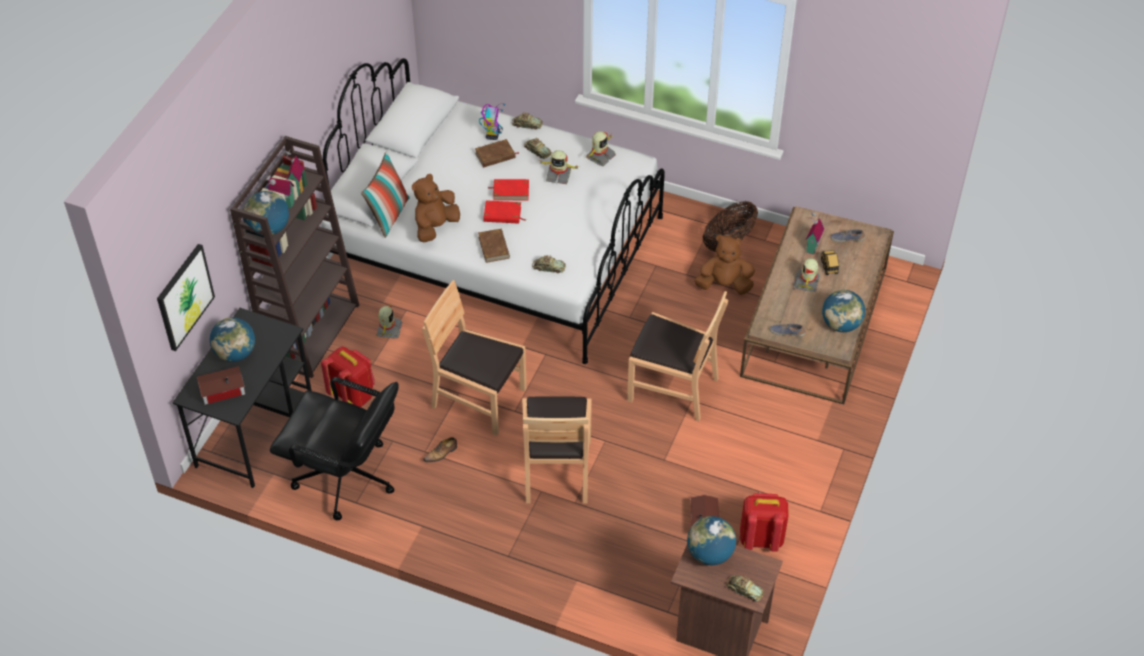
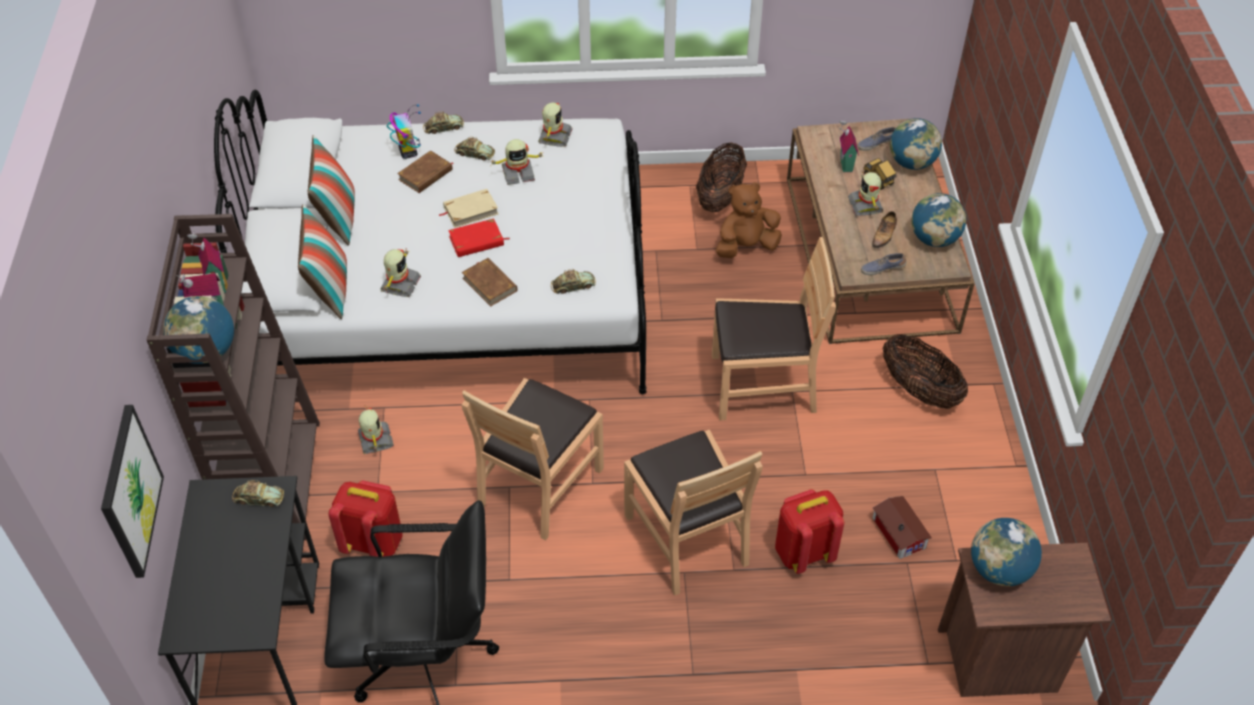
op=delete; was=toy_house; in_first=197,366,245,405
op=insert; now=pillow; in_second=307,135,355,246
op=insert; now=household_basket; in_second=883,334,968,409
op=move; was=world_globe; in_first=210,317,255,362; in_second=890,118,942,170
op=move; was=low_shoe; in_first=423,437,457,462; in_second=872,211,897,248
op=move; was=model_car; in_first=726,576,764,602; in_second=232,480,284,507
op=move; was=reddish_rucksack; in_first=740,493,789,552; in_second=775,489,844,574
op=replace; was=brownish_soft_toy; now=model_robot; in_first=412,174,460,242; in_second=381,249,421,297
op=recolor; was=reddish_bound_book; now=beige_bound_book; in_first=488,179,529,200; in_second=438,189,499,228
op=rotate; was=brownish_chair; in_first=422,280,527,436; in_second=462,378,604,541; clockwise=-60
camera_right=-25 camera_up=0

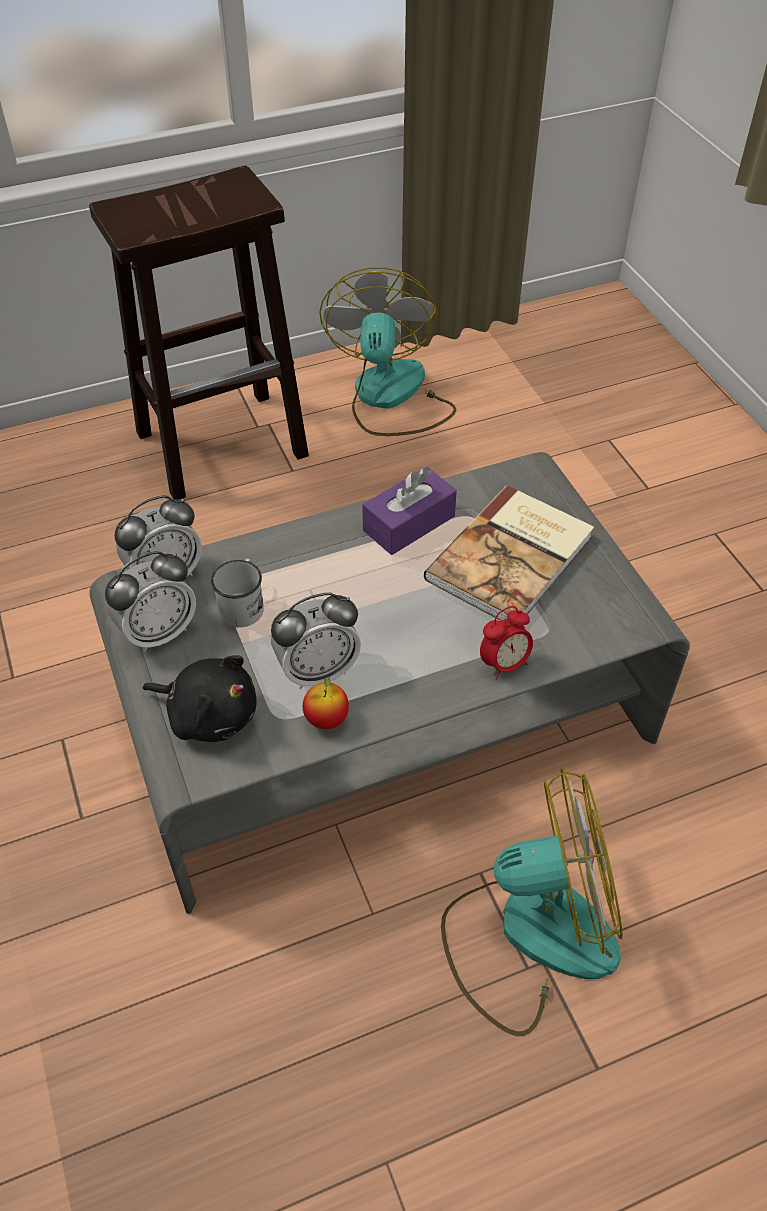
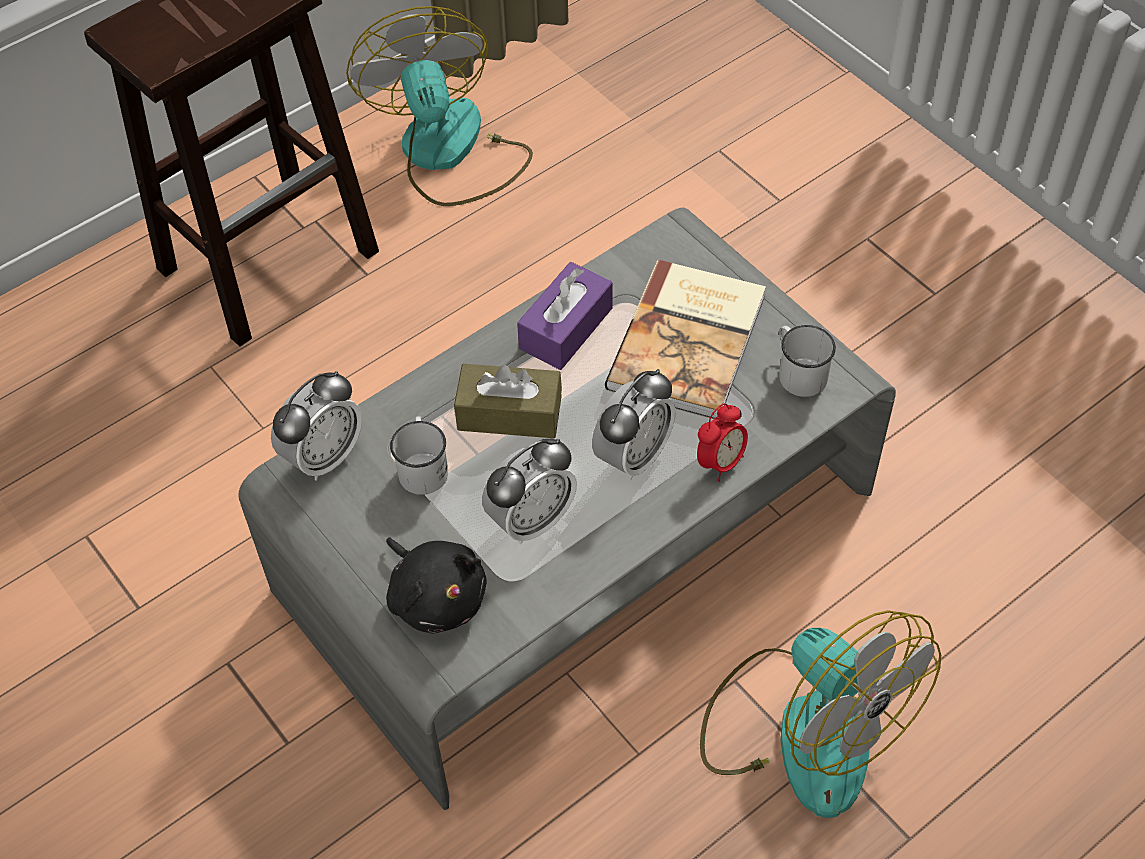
op=delete; was=apple_fruit; in_first=303,678,349,729
op=insert; now=brownish_tissue_box; in_second=454,364,562,438
op=insert; now=whitish_tea_mug; in_second=779,325,836,397
op=move; was=table_clock; in_first=105,551,196,652; in_second=592,369,676,481
op=rotate; was=black_soft_toy; in_first=143,656,257,742; in_second=386,538,487,634; clockwise=45
op=rotate; was=cooling_fan; in_first=441,768,623,1036; in_second=700,610,941,818; clockwise=75
camera_right=-15 camera_up=5

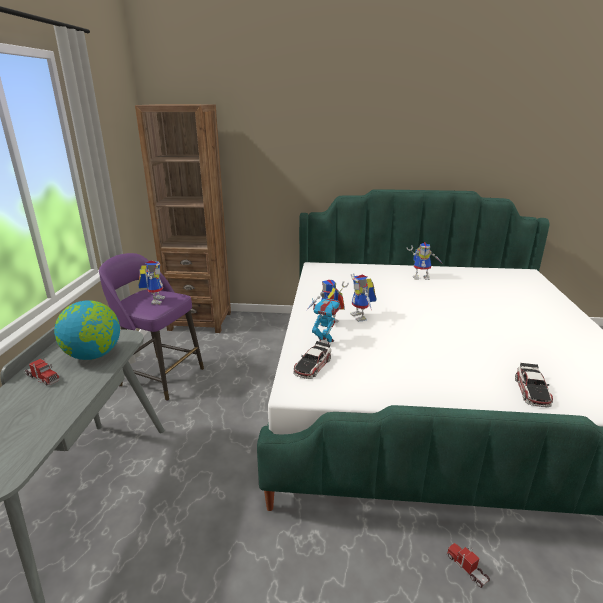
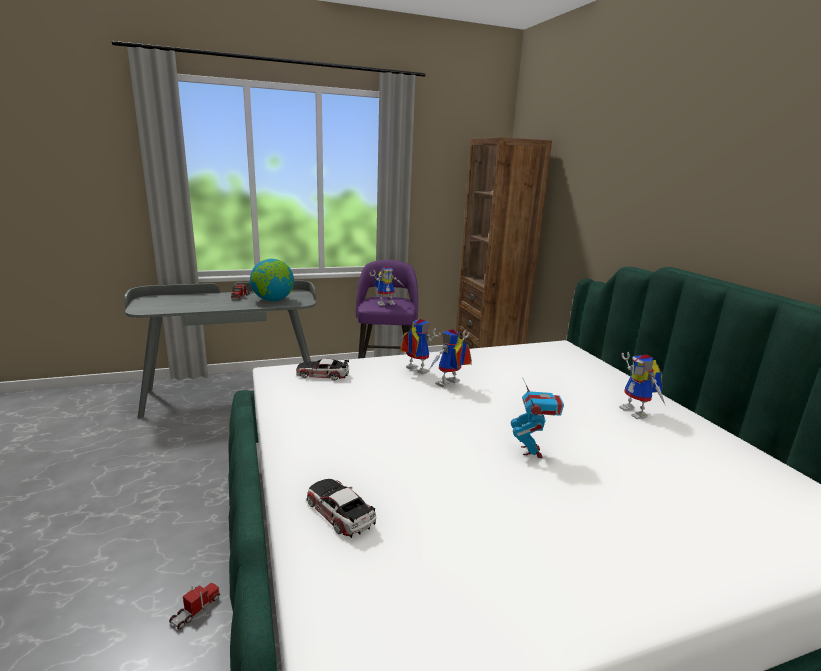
op=move; was=model_robot; in_first=312,298,341,344; in_second=511,379,564,458
op=rotate; was=model_car; in_first=515,363,553,408; in_second=306,479,376,538; clockwise=60
camera_right=65 camera_up=-5

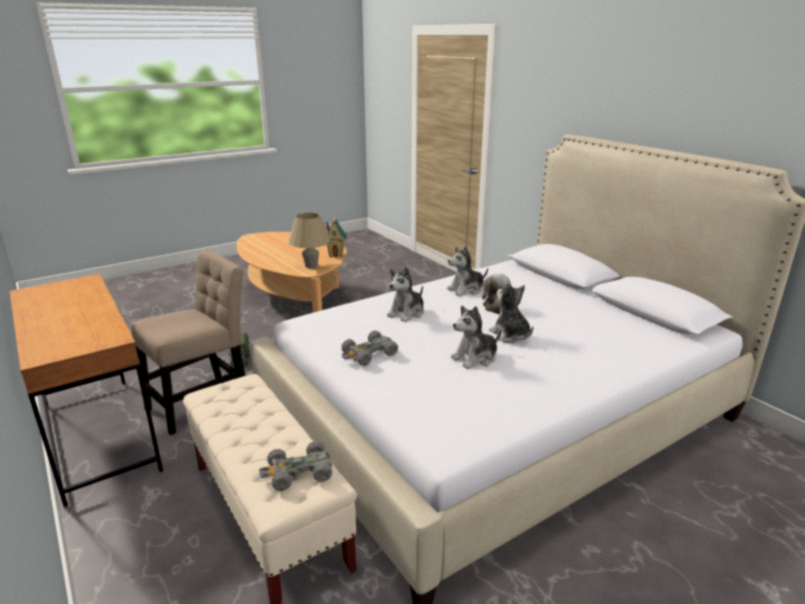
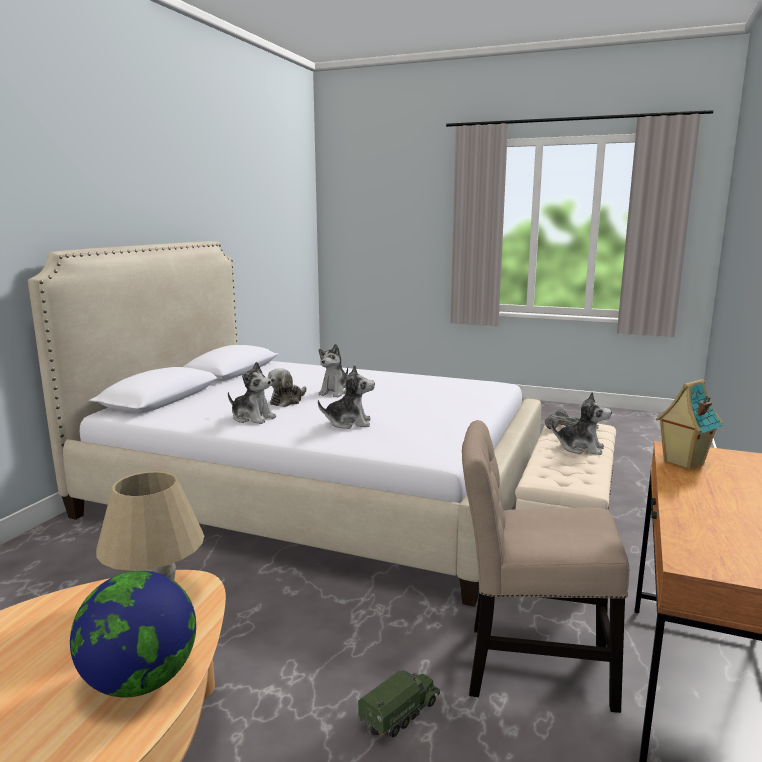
op=delete; was=greyish_model_car; in_first=341,330,398,366
op=insert; now=world_globe; in_second=70,571,196,697
op=move; was=toy_house; in_first=326,217,347,257; in_second=656,379,723,469
op=move; was=soft_toy; in_first=451,305,502,369; in_second=551,392,612,455
camera_right=-125 camera_up=-10

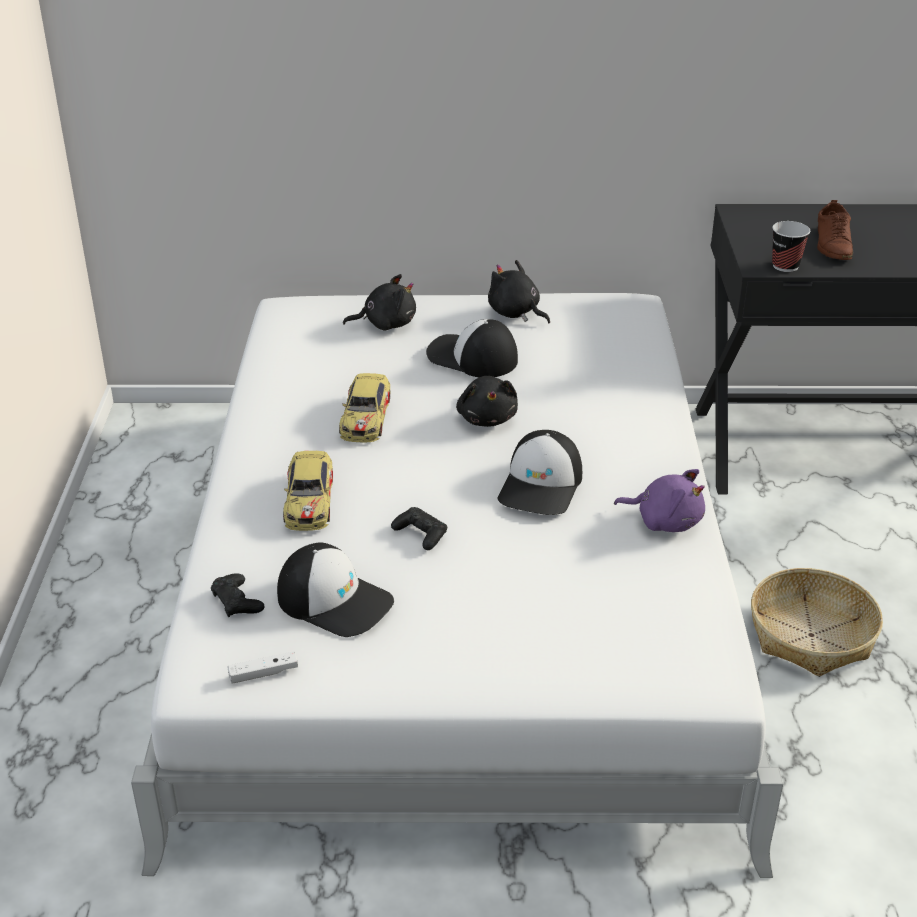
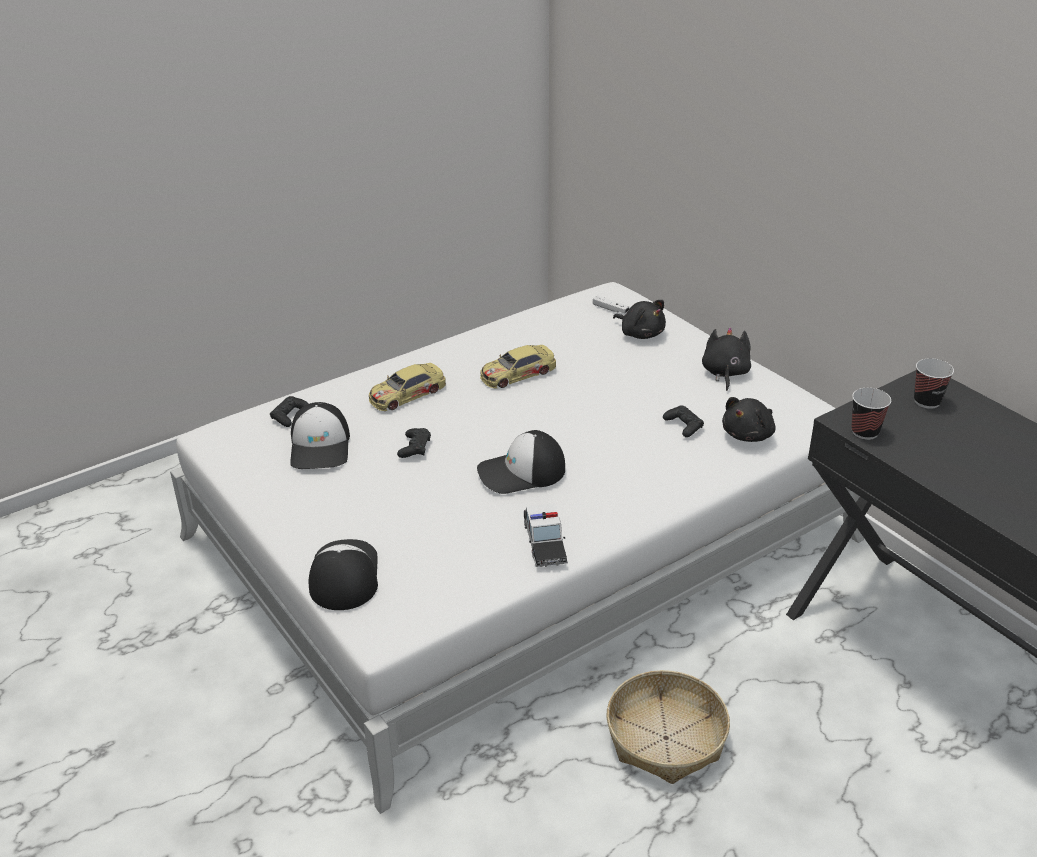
op=delete; was=brownish_low_shoe; in_first=817,200,853,260
op=insert; now=black_game_controller; in_second=663,405,704,437
op=insert; now=drinking_cup; in_second=914,358,954,409
op=move; was=whitish_game_controller; in_first=228,651,298,684; in_second=593,295,629,313
op=move; was=peaked_cap; in_first=426,319,518,377; in_second=309,539,378,610
op=move; was=black_soft_toy; in_first=456,376,518,427; in_second=722,397,776,442
op=replace; was=purple-coloured_soft_toy; now=model_car; in_first=614,469,705,532; in_second=524,503,568,567
camera_right=55 camera_up=0

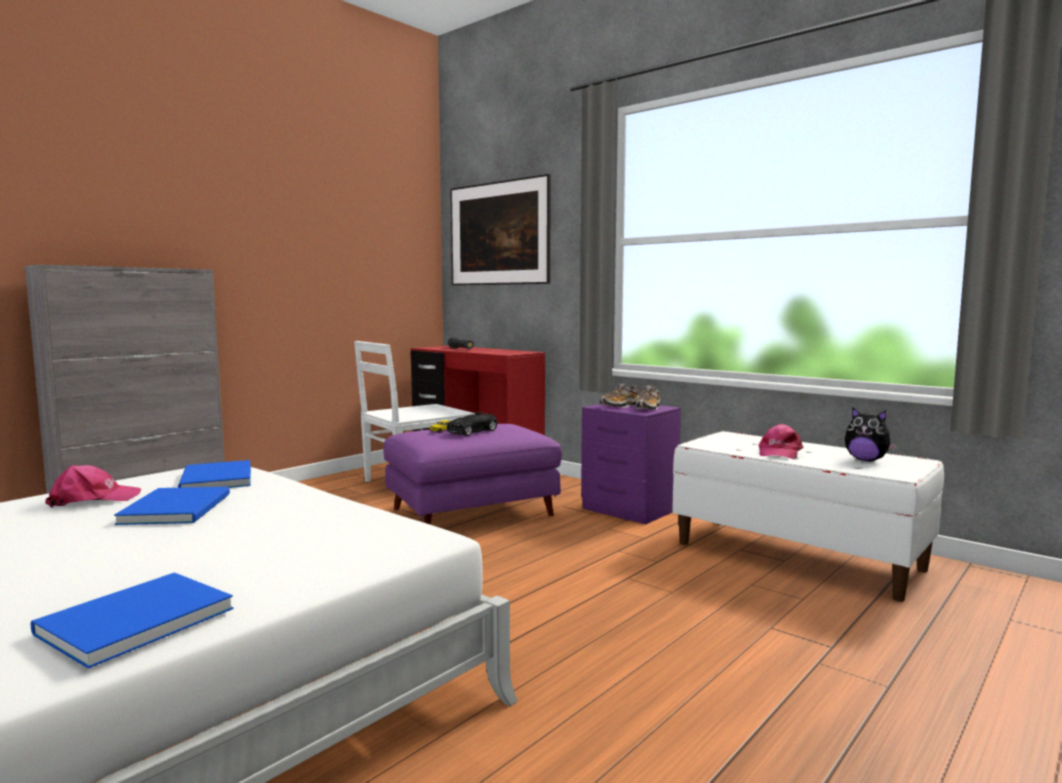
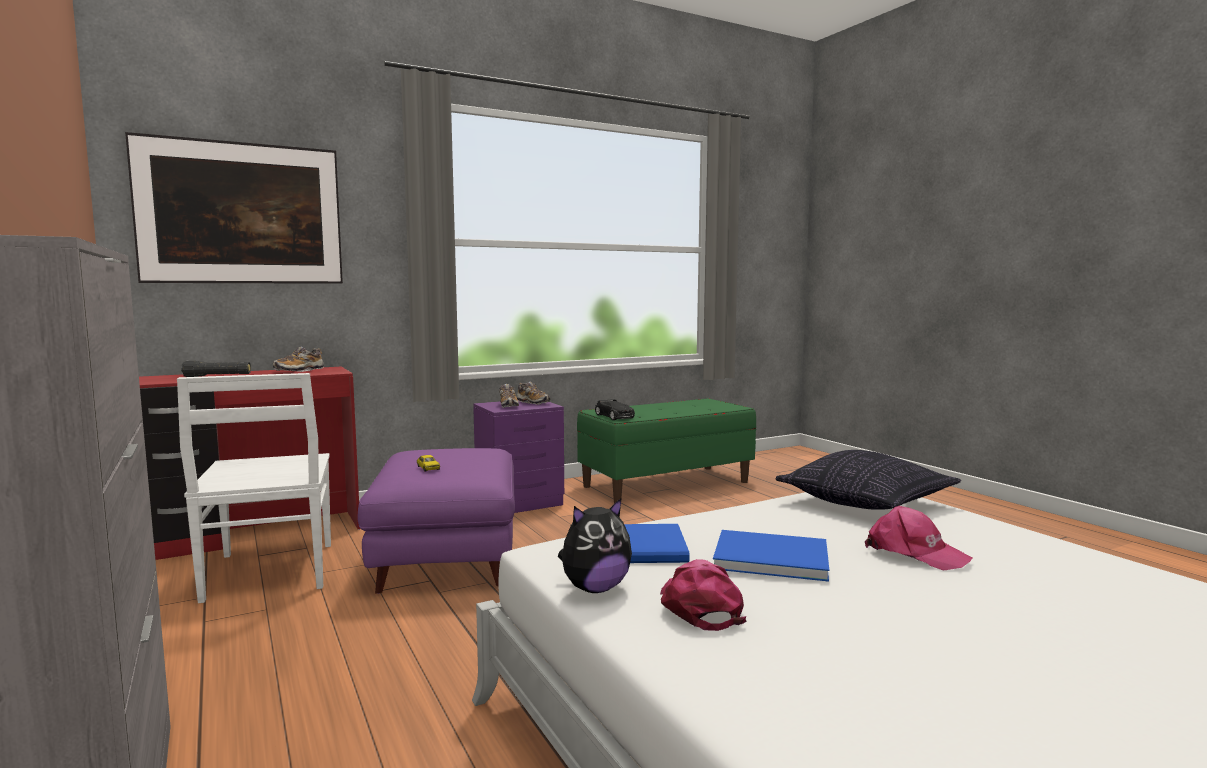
op=delete; was=blue_bound_book; in_first=30,572,233,669
op=insert; now=low_shoe; in_second=273,346,323,372
op=insert; now=pillow; in_second=775,450,961,510
op=move; was=black_model_car; in_first=447,412,497,436; in_second=595,399,635,420
op=move; was=pink-coloured_peaked_cap; in_first=759,424,804,459; in_second=865,506,972,571
op=move; was=soft_toy; in_first=845,407,897,461; in_second=558,498,632,593
op=recolor; was=whitish_bench; now=green_bench; in_first=672,431,944,602; in_second=577,398,756,503
camera_right=-70 camera_up=0

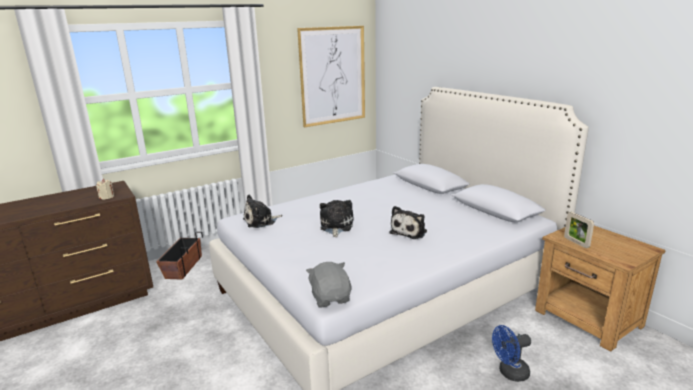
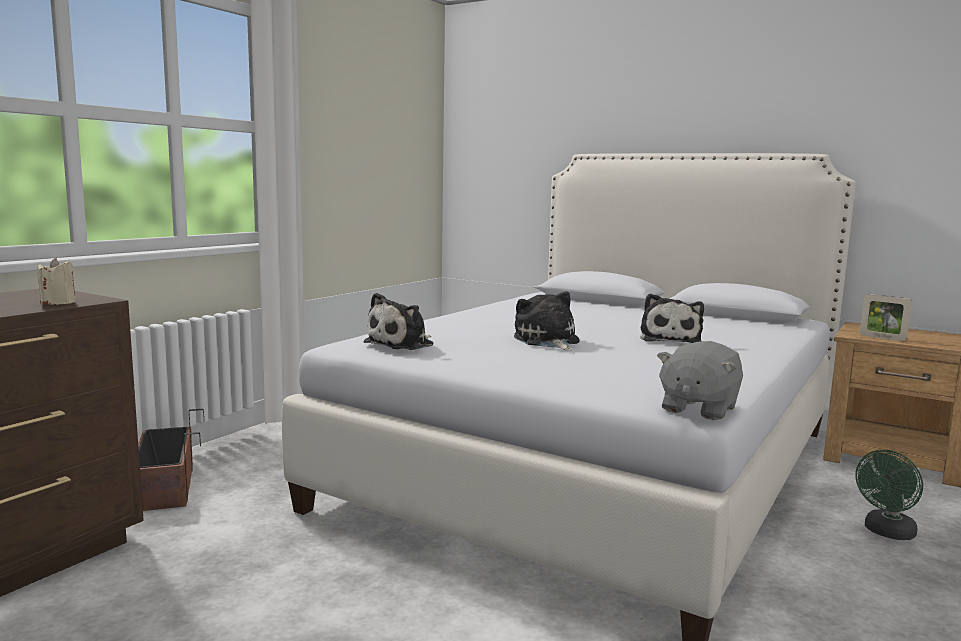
op=delete; was=picture; in_first=297,26,365,127
op=recolor; was=blue_cooling_fan; now=green_cooling_fan; in_first=492,325,531,382; in_second=855,450,923,540
op=rotate; was=greyish_soft_toy; in_first=306,262,351,307; in_second=657,341,743,420; clockwise=-105
camera_right=-25 camera_up=-10

